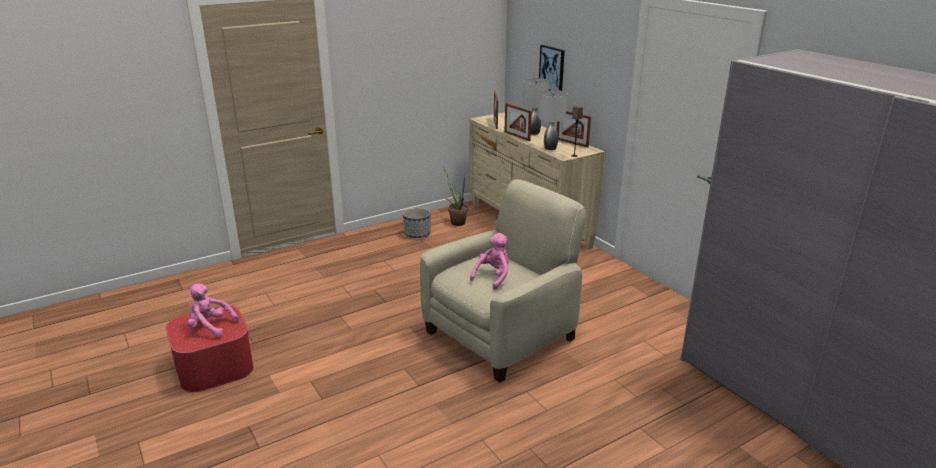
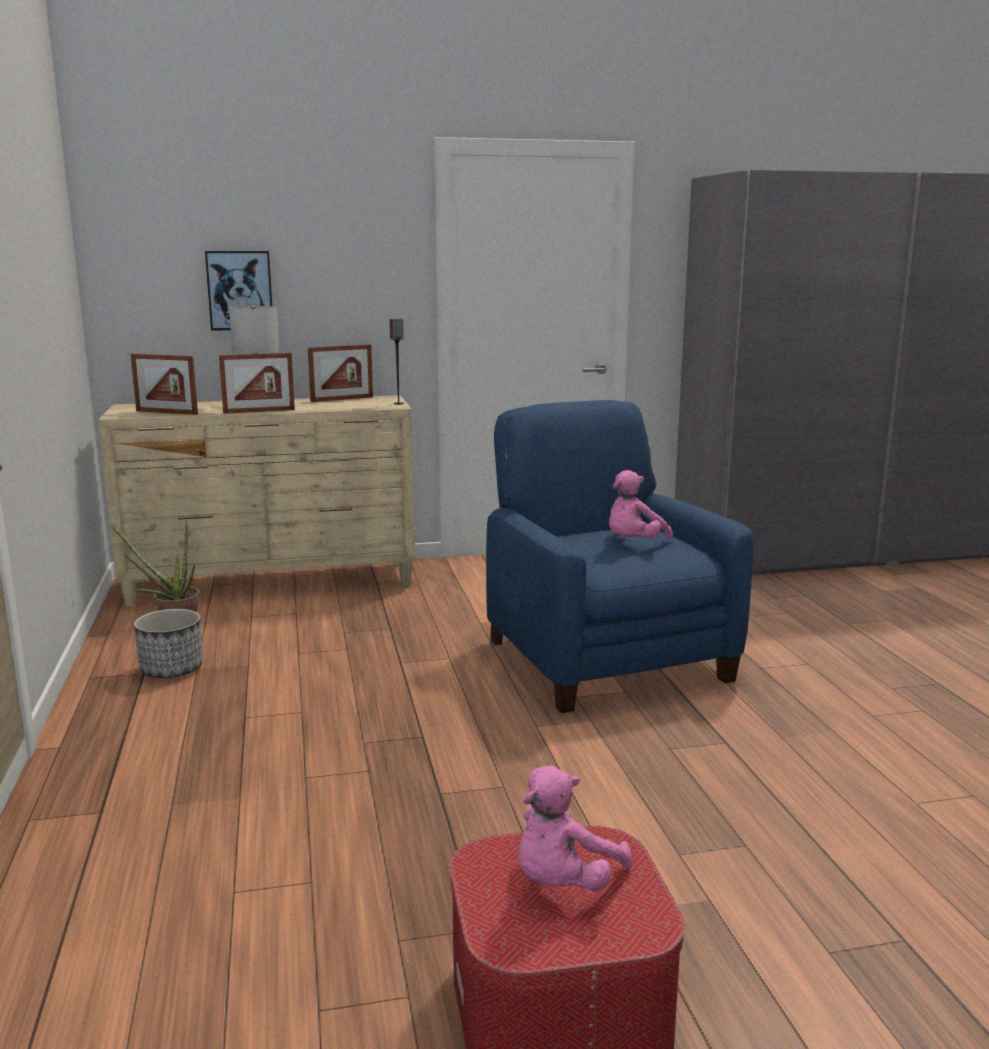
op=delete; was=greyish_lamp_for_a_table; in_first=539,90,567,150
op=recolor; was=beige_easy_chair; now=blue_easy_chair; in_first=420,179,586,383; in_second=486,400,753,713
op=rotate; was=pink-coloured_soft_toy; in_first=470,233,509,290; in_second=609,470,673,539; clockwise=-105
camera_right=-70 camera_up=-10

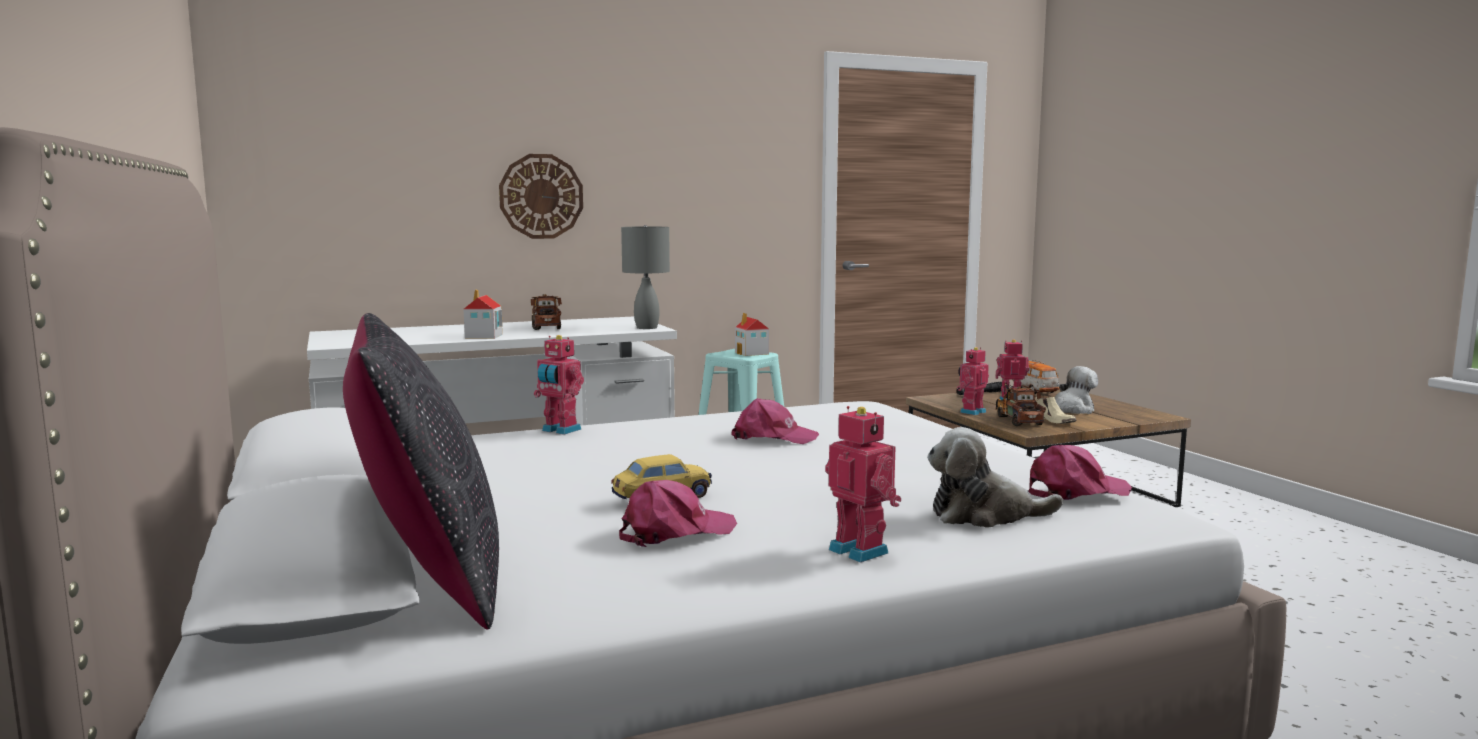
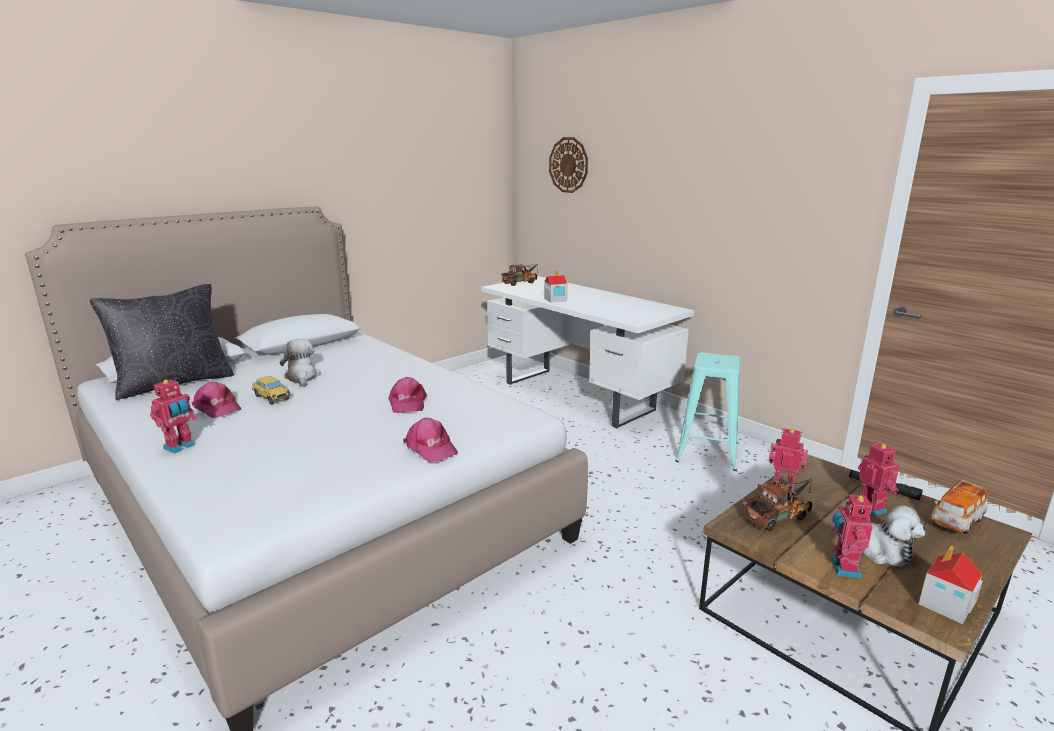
op=delete; was=greyish_lamp_for_a_table; in_first=621,225,670,329
op=delete; was=beige_low_shoe; in_first=1036,395,1077,424
op=move; was=clock_on_the_wall; in_first=499,154,583,239; in_second=549,137,588,193
op=move; was=toy_truck; in_first=531,294,562,330; in_second=501,264,539,286
op=move; was=model_robot; in_first=534,335,584,435; in_second=831,491,873,578
op=move; was=toy_house; in_first=735,313,769,356; in_second=919,546,983,624
op=move; was=soft_toy; in_first=927,427,1063,528; in_second=280,339,321,387
op=move; was=pink-coloured_peaked_cap; in_first=1028,445,1132,500; in_second=403,418,458,462
camera_right=70 camera_up=10

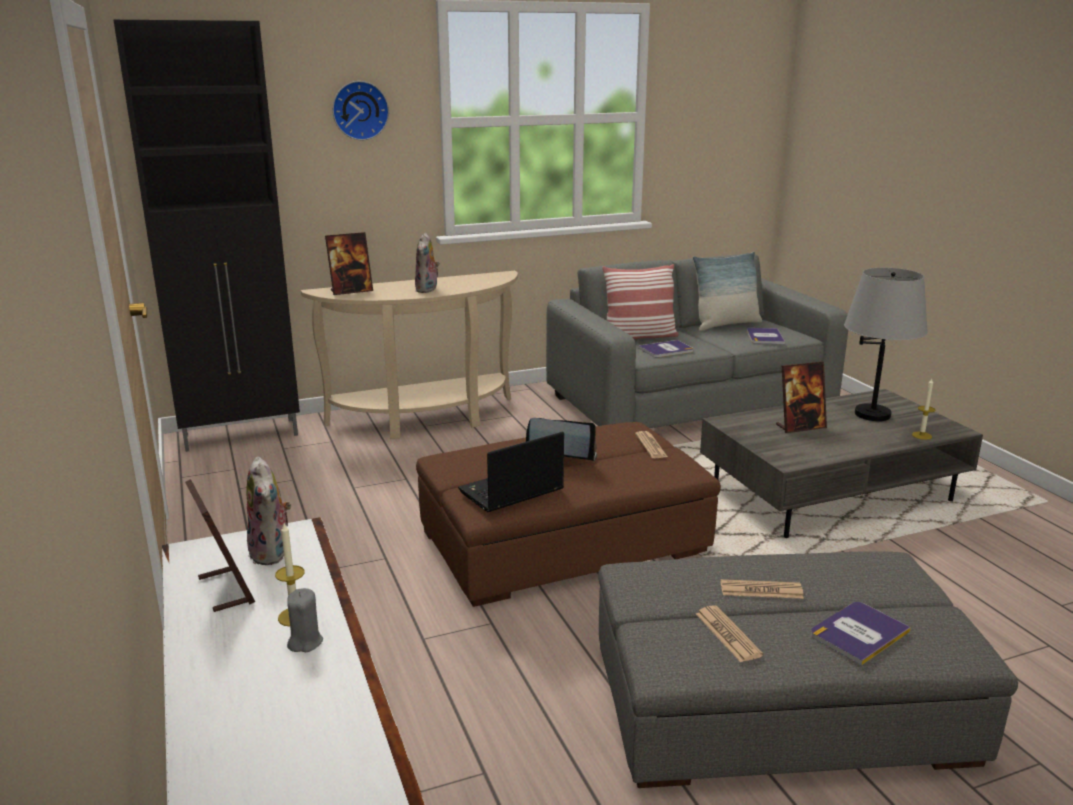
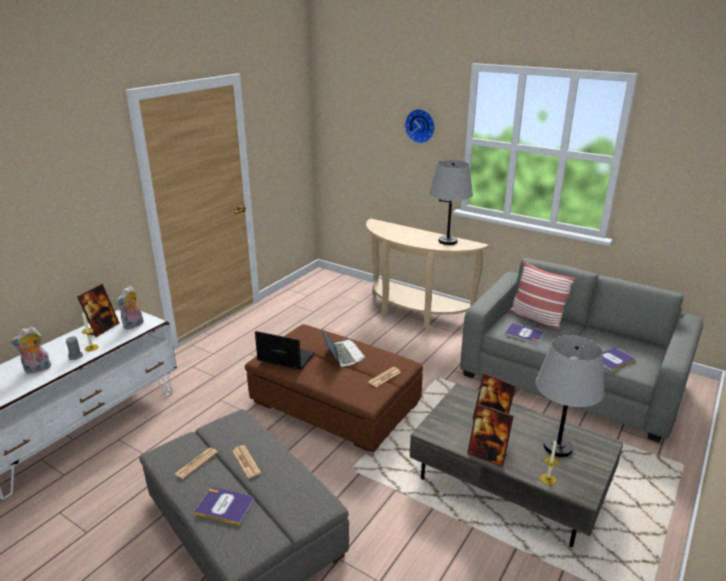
op=delete; was=black_cupboard; in_first=114,20,300,452
op=delete; was=pillow; in_first=692,252,762,331
op=insert; now=greyish_lamp_for_a_table; in_second=430,160,473,245
op=move; was=standing_frame; in_first=325,232,373,295; in_second=467,404,514,467
op=move; was=soft_toy; in_first=415,233,440,293; in_second=10,327,51,373
camera_right=55 camera_up=5

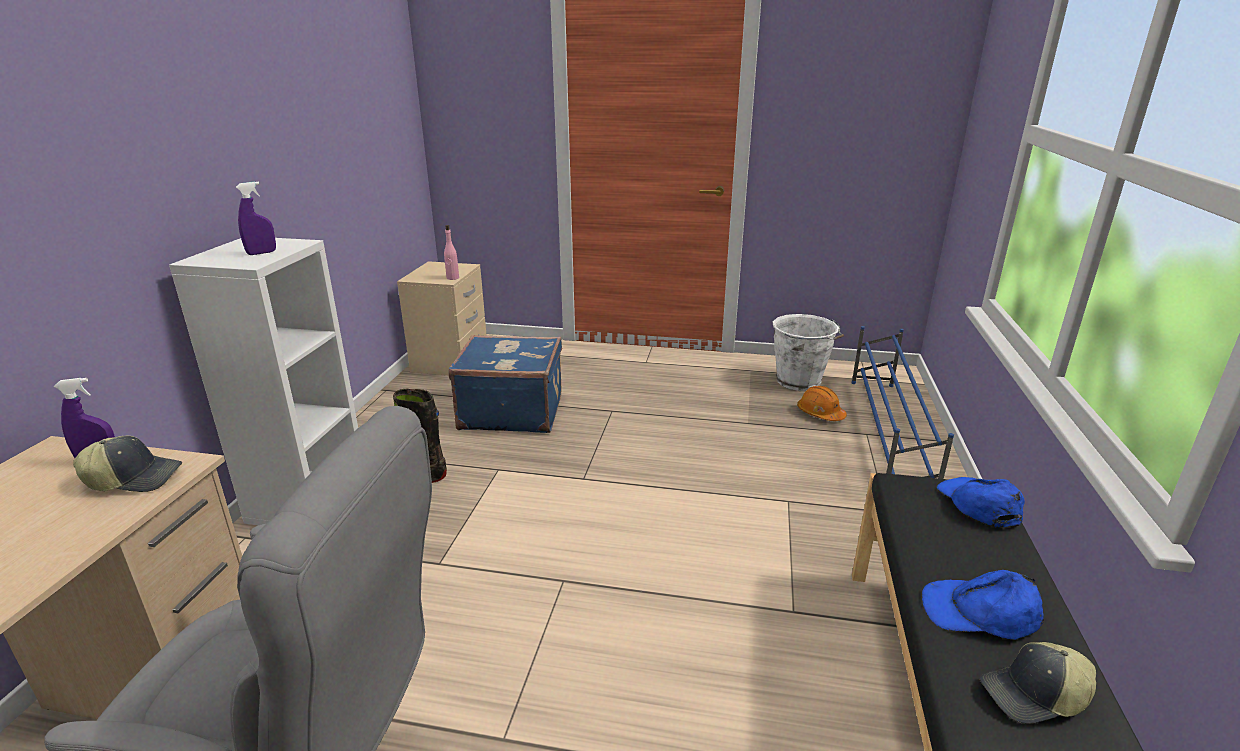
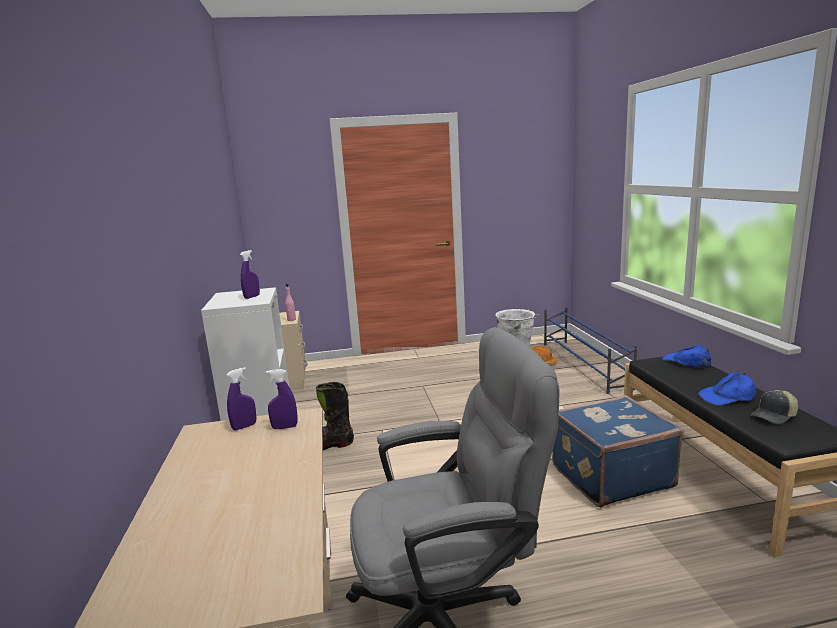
op=move; was=blue_travel_case; in_first=448,335,562,433; in_second=552,395,684,507
op=replace; was=peaked_cap; now=purple-coloured_hand_sprayer; in_first=73,436,182,492; in_second=266,369,297,429
camera_right=-20 camera_up=-10

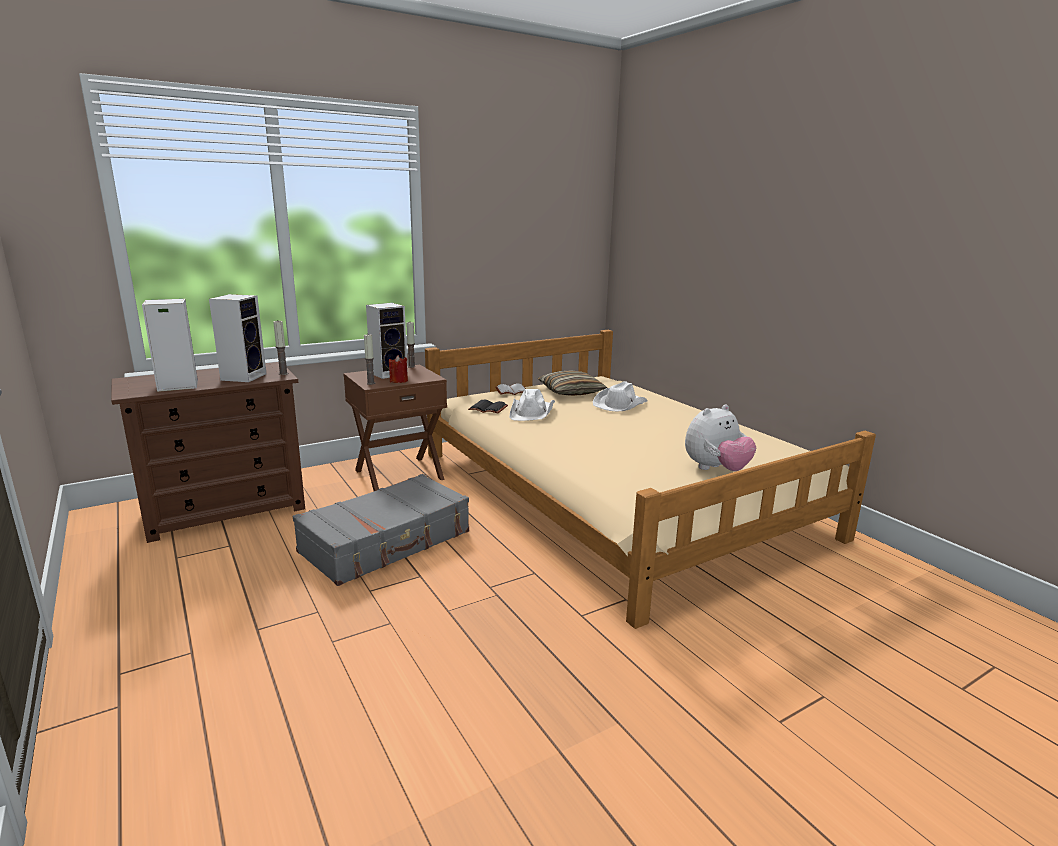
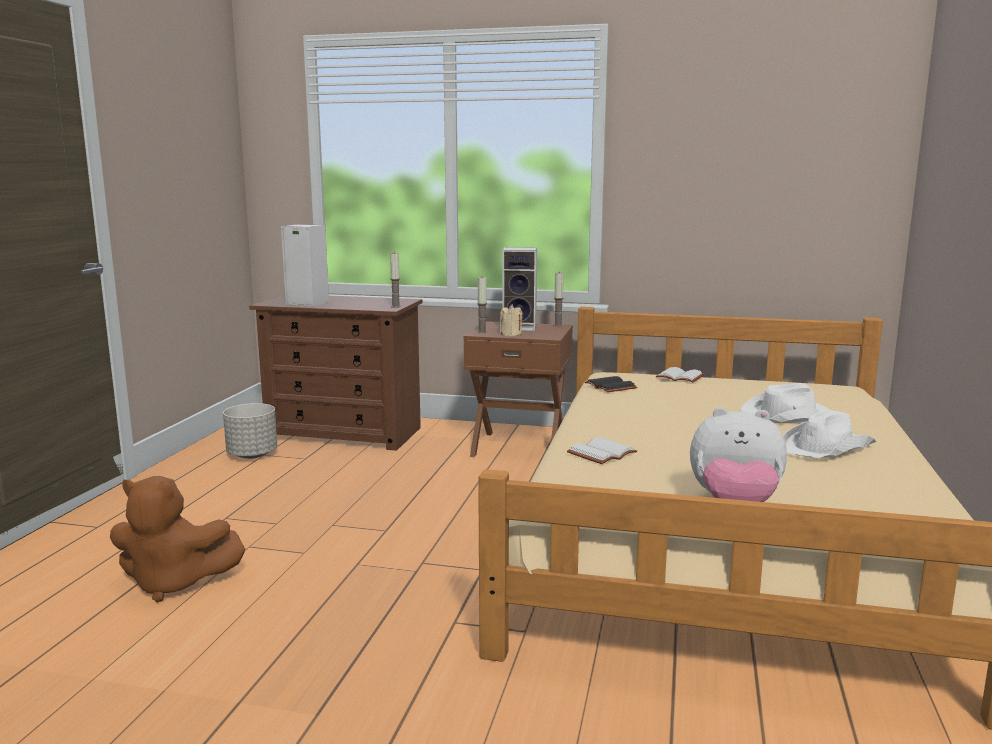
op=delete; was=speaker; in_first=209,294,267,382
op=delete; was=greyish_travel_case; in_first=293,474,469,586
op=delete; was=pillow; in_first=538,370,607,396
op=insert; now=brownish_soft_toy; in_second=110,476,246,603
op=insert; now=greyish_plant_pot; in_second=223,403,277,459
op=insert; now=whitish_bound_book; in_second=567,437,637,464
op=move; was=whitish_hat; in_first=509,389,555,421; in_second=783,409,876,458
op=recolor; was=reddish_candle; now=beige_candle; in_first=389,355,408,383; in_second=500,304,523,336
camera_right=45 camera_up=-5

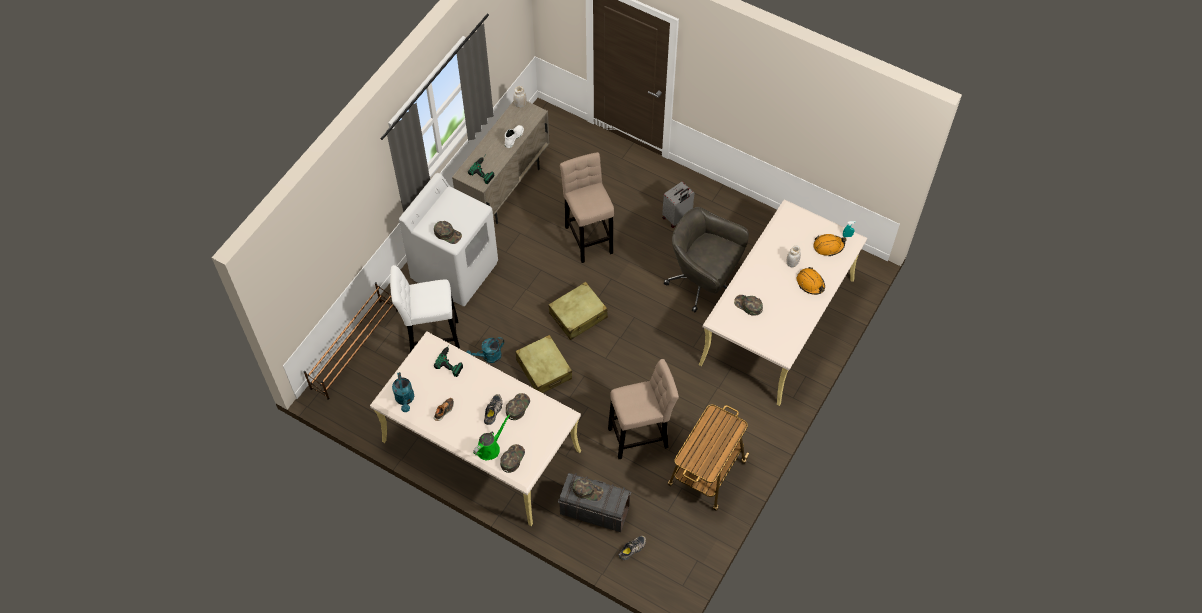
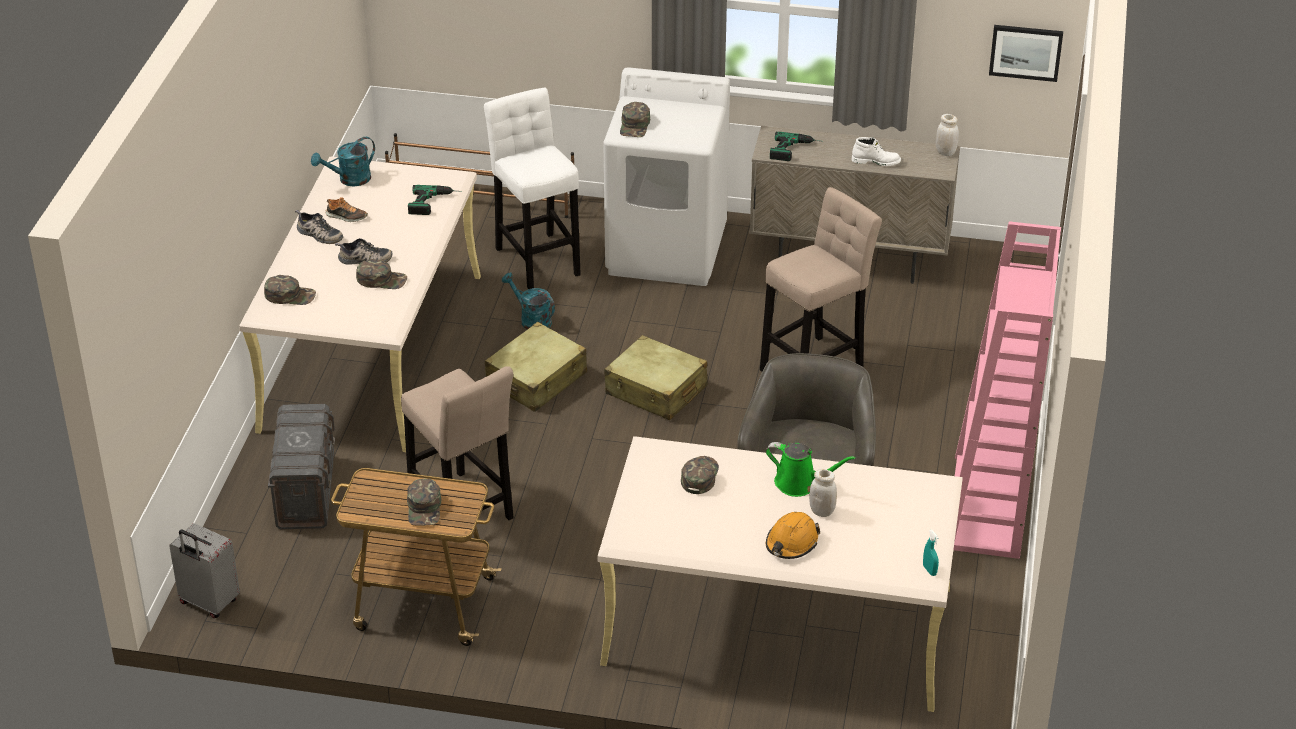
op=delete; was=orangey_work_helmet; in_first=813,234,847,256
op=insert; now=pink-coloured_bookshelf; in_second=954,221,1061,559
op=insert; now=picture; in_second=989,25,1063,82
op=move; was=green_watering_pot; in_first=473,414,510,460; in_second=766,442,855,497
op=move; was=green_peaked_cap; in_first=572,478,603,501; in_second=407,479,441,526
op=move; was=low_shoe; in_first=618,536,646,560; in_second=295,210,343,244
op=move; was=greyish_travel_case; in_first=662,181,694,228; in_second=169,523,240,618
camera_right=70 camera_up=-20

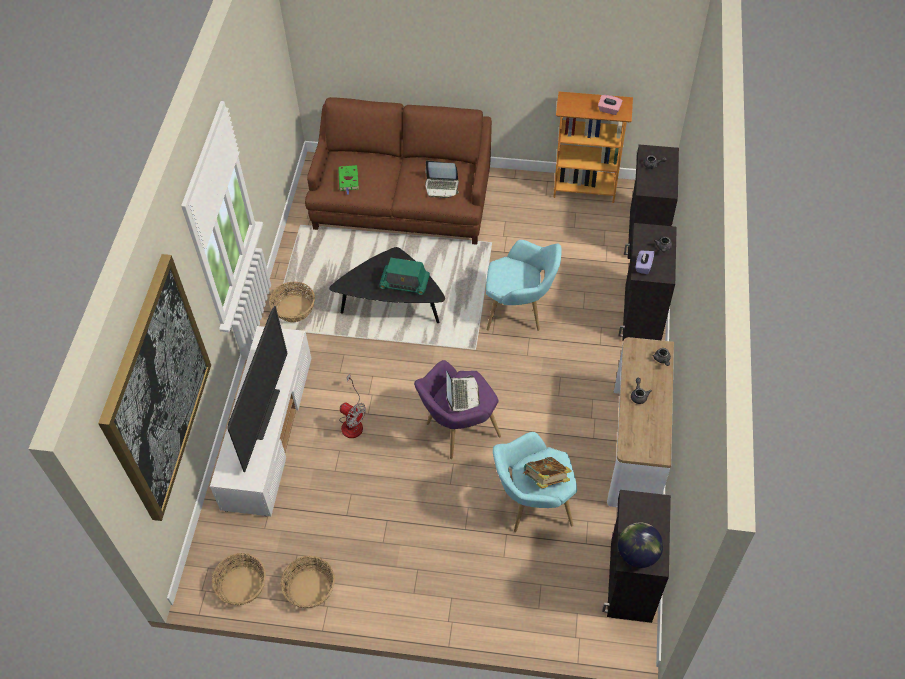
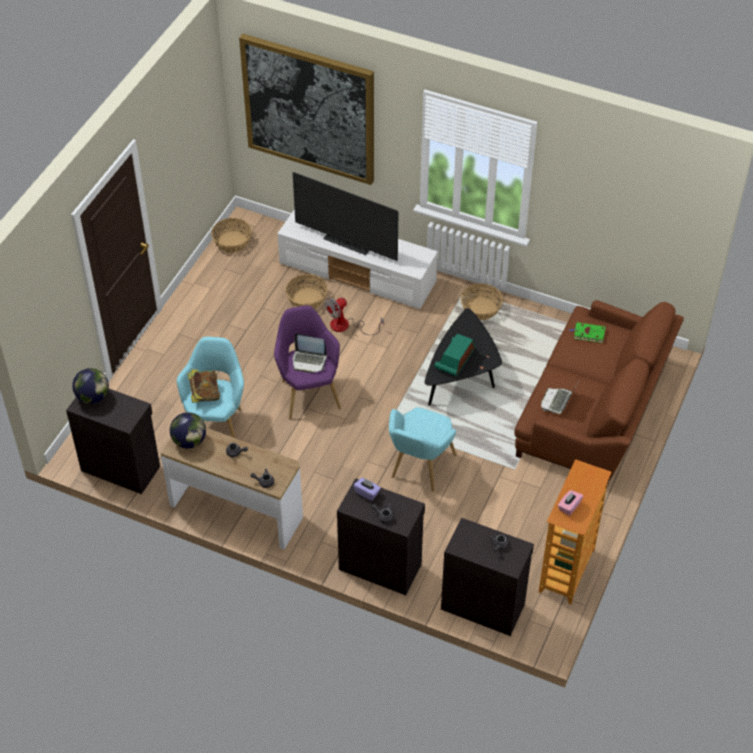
op=insert; now=world_globe; in_second=170,412,206,449
op=move; was=household_basket; in_first=280,556,335,608; in_second=286,274,328,309
camera_right=105 camera_up=-5

